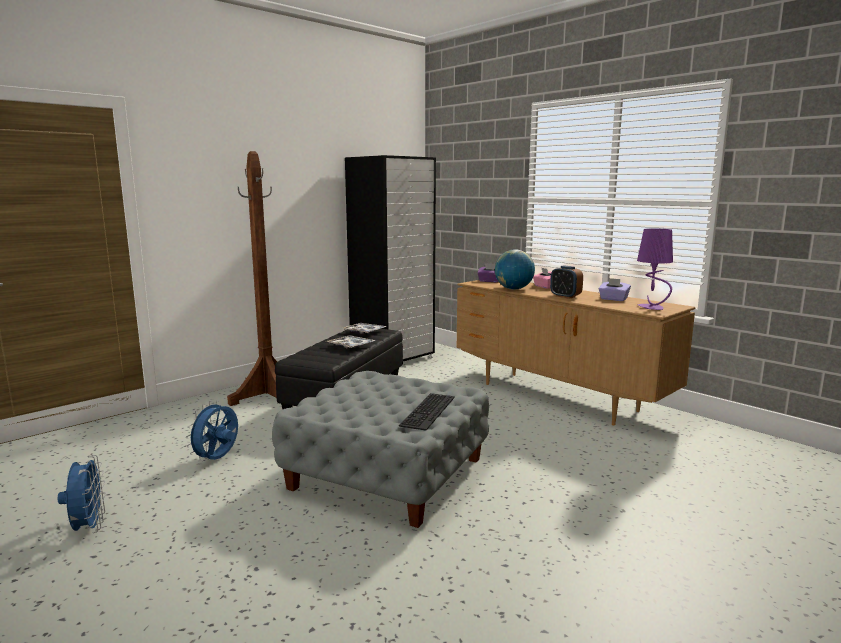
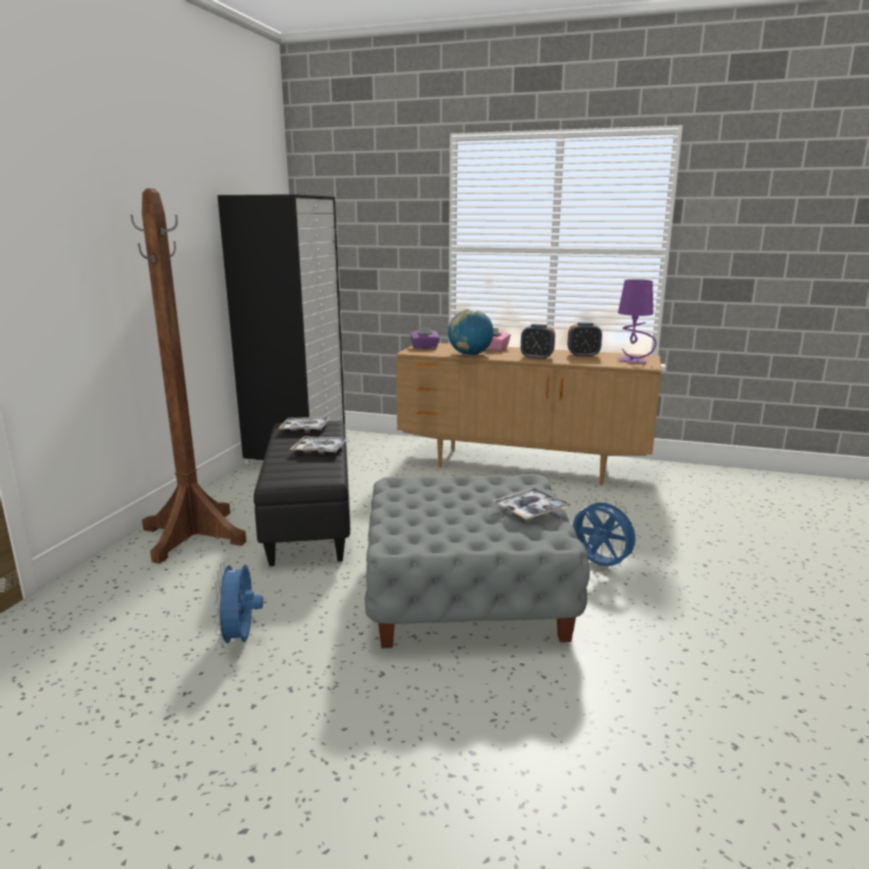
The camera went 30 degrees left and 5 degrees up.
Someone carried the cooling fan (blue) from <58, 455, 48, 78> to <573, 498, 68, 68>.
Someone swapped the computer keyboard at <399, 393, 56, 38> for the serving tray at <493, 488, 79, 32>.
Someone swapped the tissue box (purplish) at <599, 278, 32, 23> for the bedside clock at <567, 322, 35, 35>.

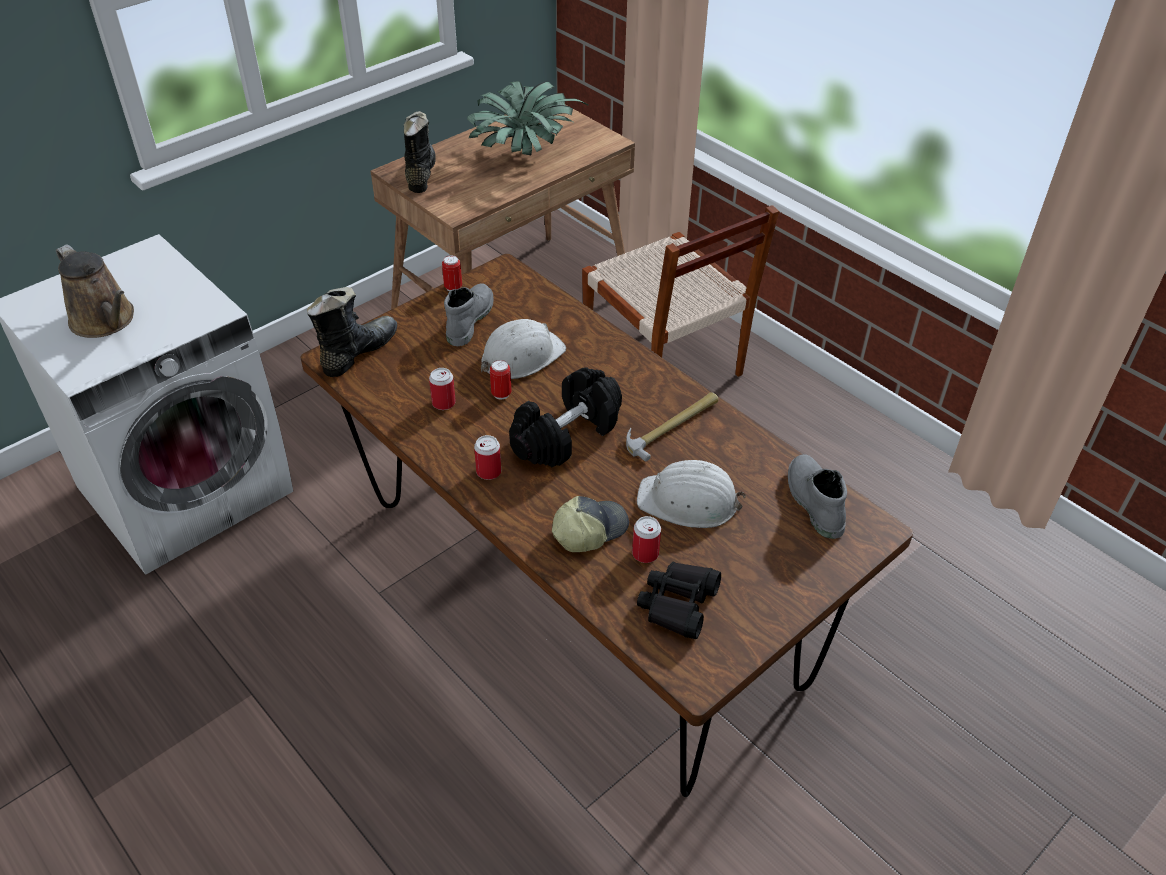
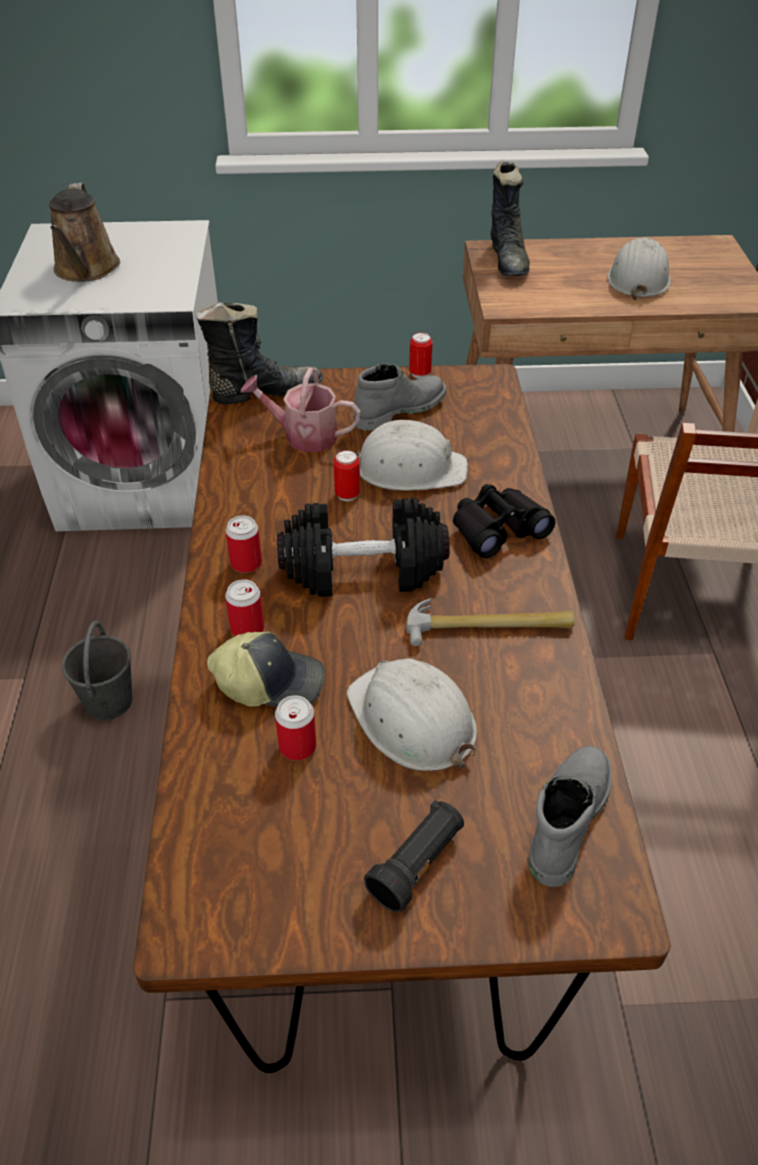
The camera went 40 degrees right and 0 degrees up.
Someone put down the water bucket (grey) at <61, 621, 71, 99>.
Someone put down the watering pot at <240, 367, 121, 85>.
Someone put down the flashlight (blackish) at <364, 800, 100, 112>.
Someone carried the metal can from <429, 368, 27, 42> to <225, 579, 39, 57>.
Someone carried the field glasses (blackish) from <637, 562, 84, 77> to <453, 484, 102, 74>.
Someone swapped the plant in a pot at <467, 81, 122, 74> for the work helmet (white) at <607, 237, 64, 63>.
Someone rotated the high-top boot (blackish) at <404, 111, 32, 82> by 135 degrees clockwise.

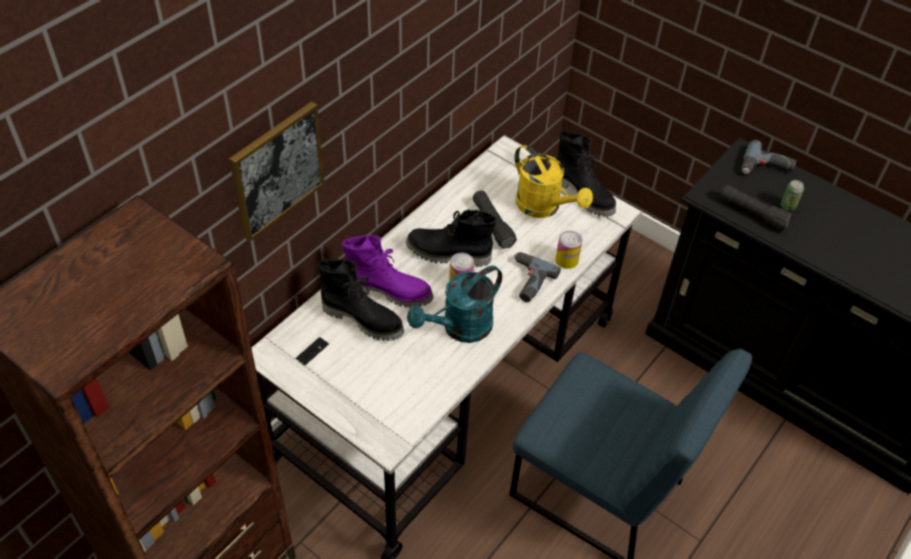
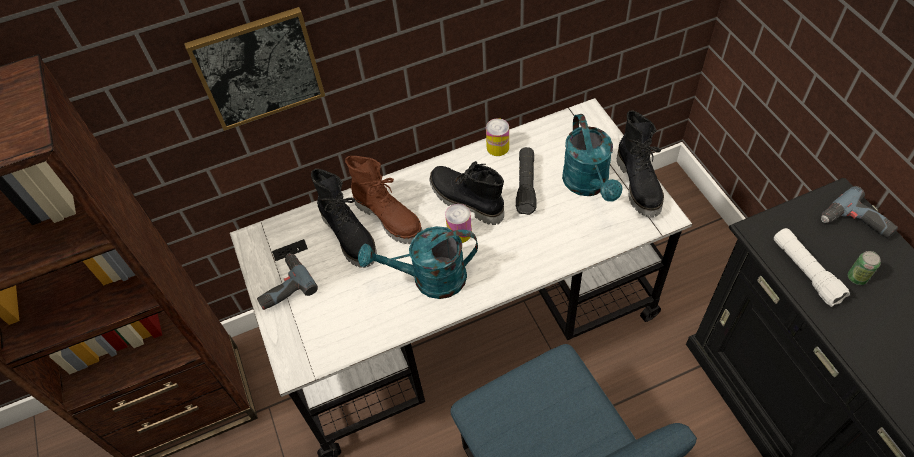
The camera went 35 degrees right and 5 degrees up.
Someone carried the power drill from <514, 252, 47, 50> to <257, 253, 61, 57>.
Someone carried the metal can from <555, 231, 28, 38> to <486, 118, 23, 38>.
Someone repainted the high-top boot (purplish) at <342, 235, 91, 73>, which became the high-top boot (brownish) at <345, 156, 78, 88>.
Someone repainted the watering pot (yellowish) at <515, 145, 78, 73>, which became the watering pot (turquoise) at <562, 114, 61, 88>.
Someone repainted the flashlight (blackish) at <720, 185, 74, 46>, which became the flashlight (white) at <774, 228, 76, 79>.

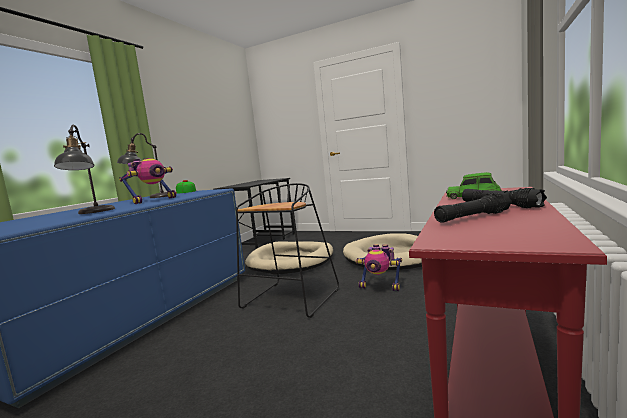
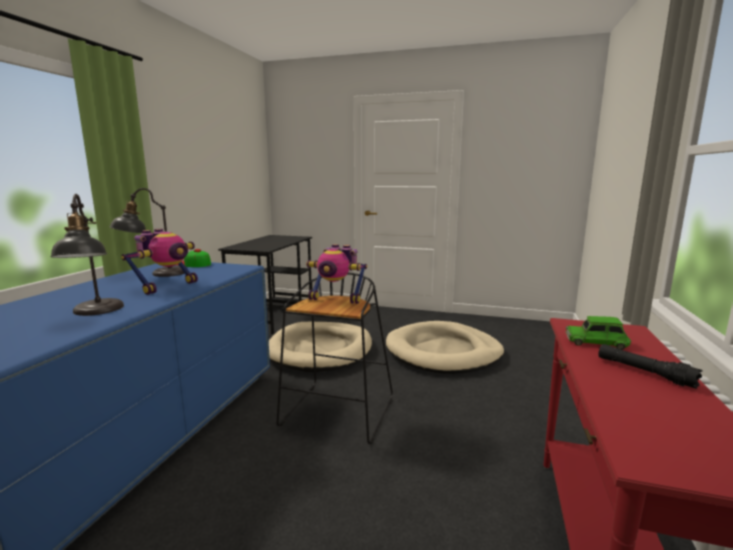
The camera went 10 degrees left and 5 degrees up.
Someone took away the flashlight (blackish) at <434, 193, 78, 30>.
Someone carried the model robot from <355, 244, 47, 47> to <306, 244, 61, 60>.

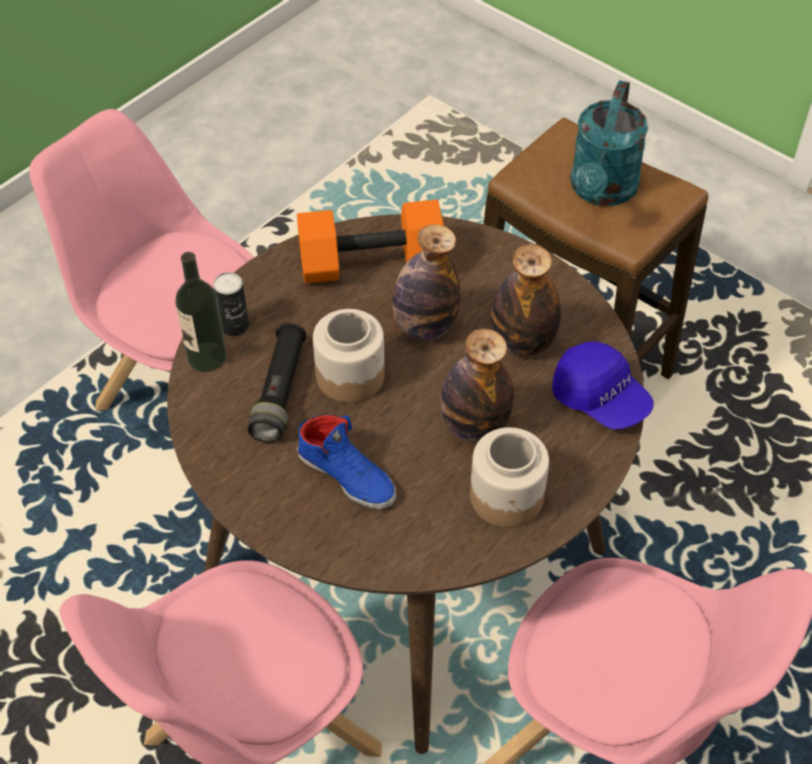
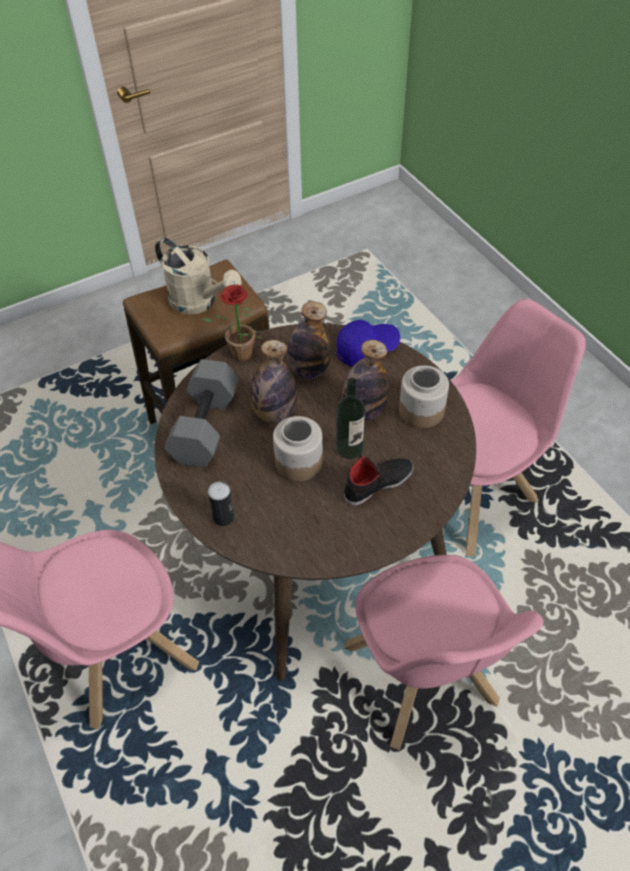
The camera went 70 degrees left and 0 degrees up.
Someone took away the flashlight (blackish) at <248, 323, 58, 120>.
Someone put down the plant in a pot at <201, 285, 63, 76>.
Someone carried the beverage bottle from <175, 252, 52, 120> to <336, 378, 29, 81>.
Someone repainted the dumbbell (orange-coloured) at <297, 200, 147, 84>, which became the dumbbell (grey) at <164, 359, 75, 109>.
Someone repainted the item of footwear (blue) at <297, 414, 99, 95>, which became the item of footwear (blackish) at <344, 454, 69, 52>.
Someone repainted the watering pot (turquoise) at <570, 80, 78, 126>, which became the watering pot (beige) at <155, 238, 87, 76>.

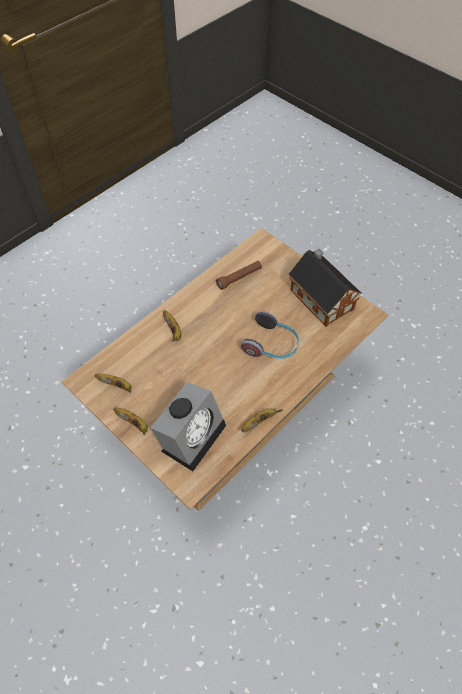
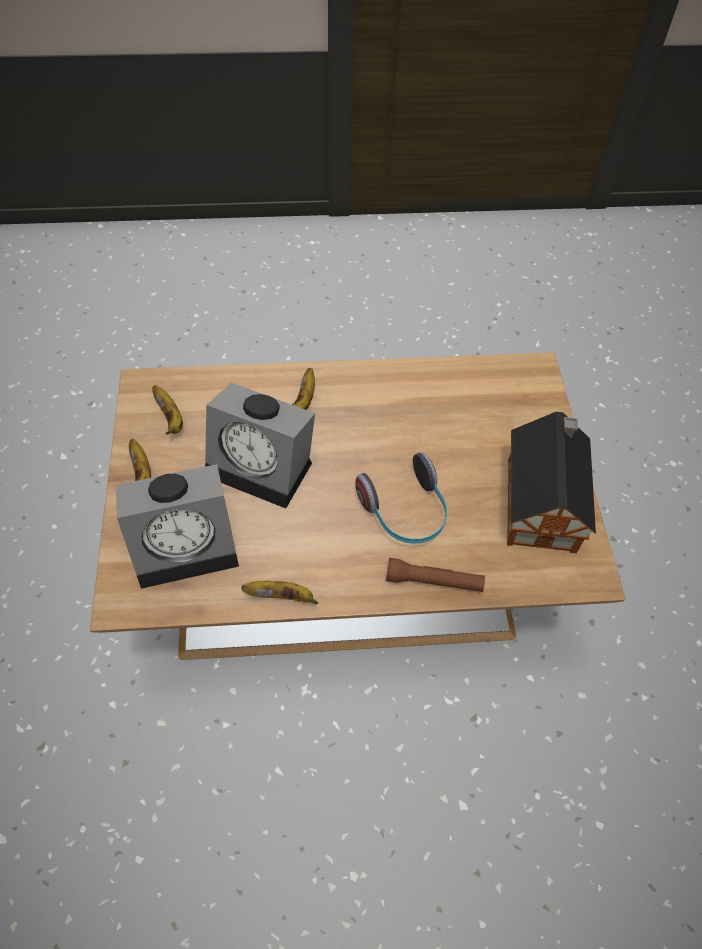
The camera went 40 degrees right and 0 degrees up.
Someone put down the bedside clock at <205, 382, 110, 127>.
Someone carried the flashlight (brownish) from <216, 261, 46, 29> to <386, 558, 99, 34>.

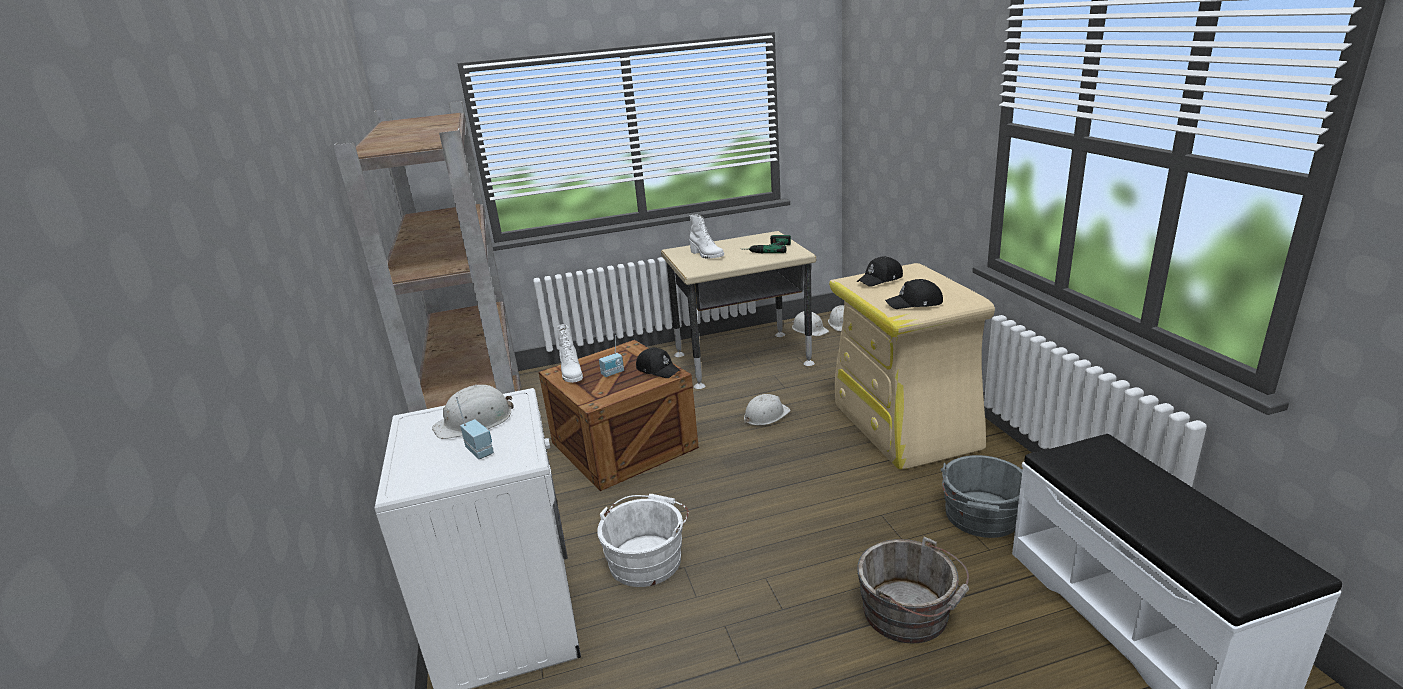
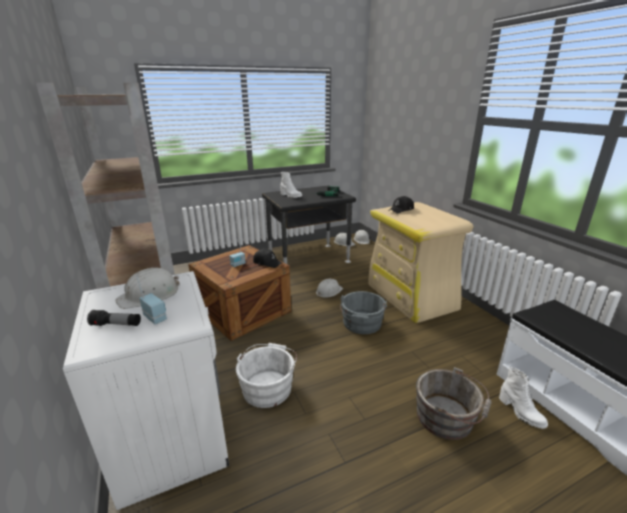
The camera went 10 degrees left and 0 degrees up.
Someone took away the peaked cap (blackish) at <885, 279, 58, 30>.
Someone put down the flashlight at <87, 310, 54, 16>.
Someone carried the high-top boot (white) from <557, 324, 26, 59> to <499, 367, 49, 62>.
Someone carried the water bucket (grey) from <941, 455, 81, 83> to <340, 291, 47, 43>.
Someone repainted the desk (beige) at <661, 231, 155, 158>, which became the desk (blackish) at <262, 185, 94, 79>.

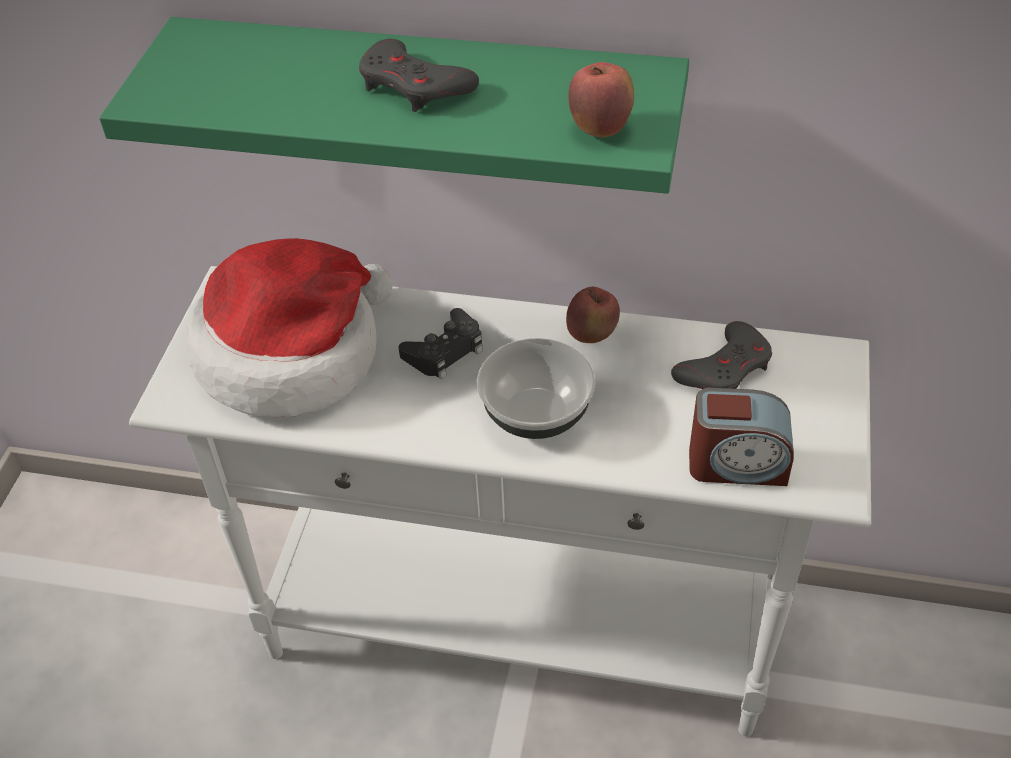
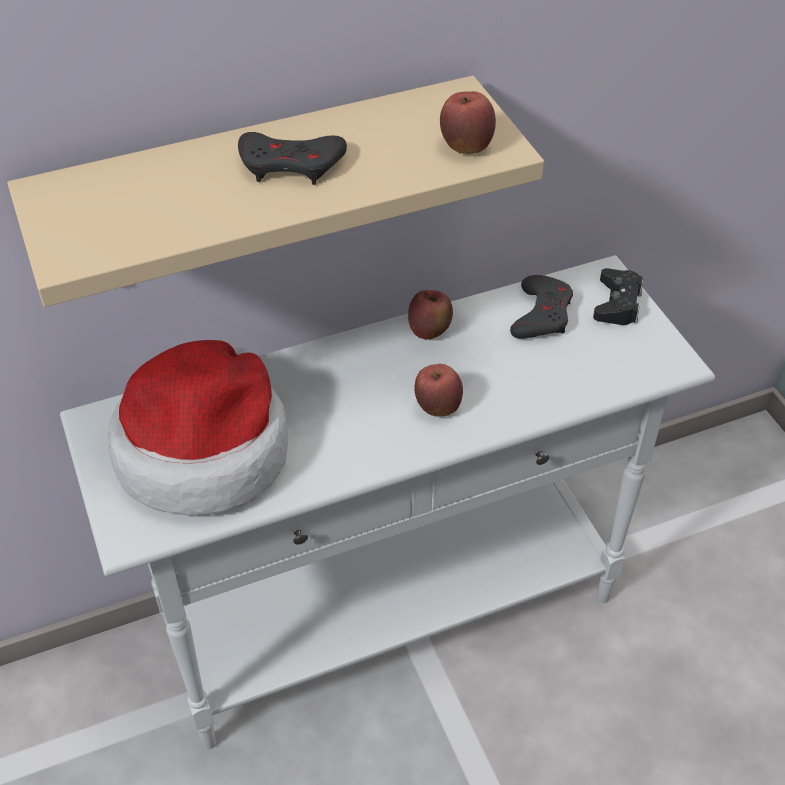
The camera went 35 degrees left and 0 degrees up.
Someone took away the bedside clock at <689, 388, 105, 98>.
Someone carried the gamepad (blackish) from <399, 308, 84, 71> to <593, 268, 50, 57>.
Someone swapped the deep dish at <477, 338, 118, 101> for the apple fruit at <414, 364, 49, 53>.
Someone repainted the wall shelf (green) at <99, 17, 590, 177>, which became the wall shelf (beige) at <7, 76, 537, 231>.

